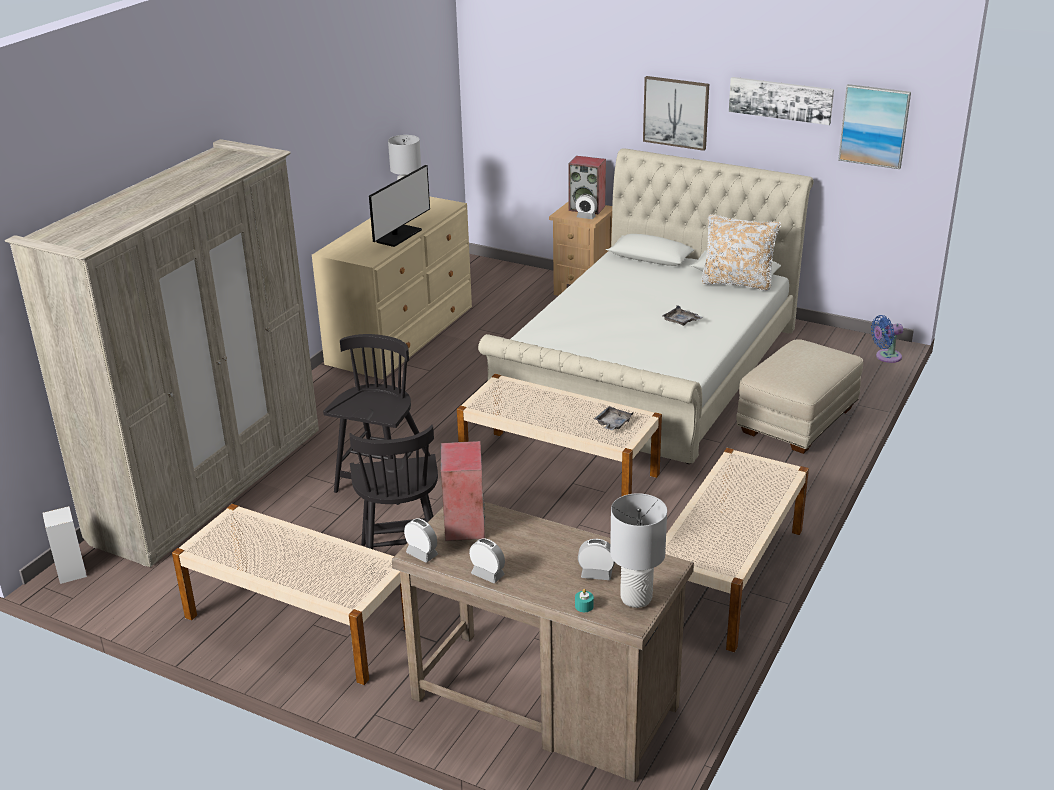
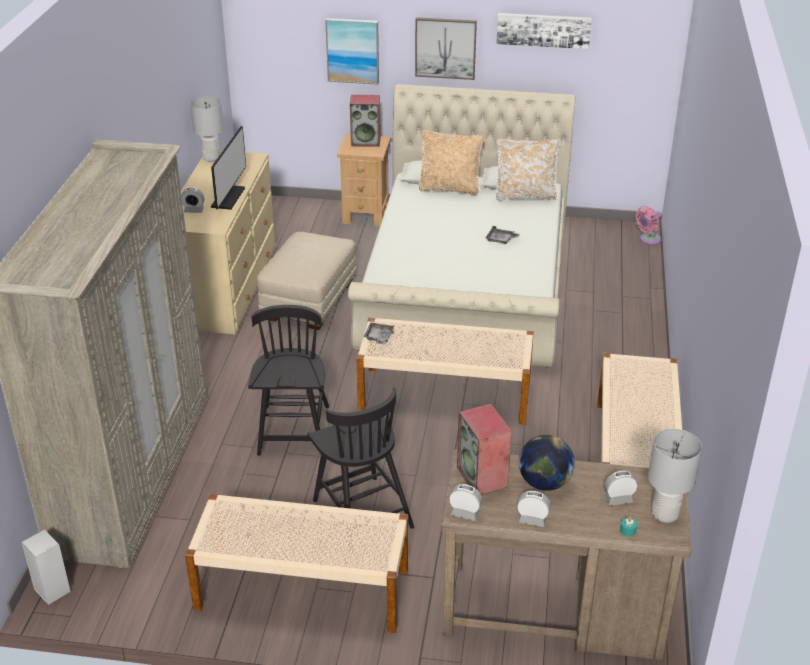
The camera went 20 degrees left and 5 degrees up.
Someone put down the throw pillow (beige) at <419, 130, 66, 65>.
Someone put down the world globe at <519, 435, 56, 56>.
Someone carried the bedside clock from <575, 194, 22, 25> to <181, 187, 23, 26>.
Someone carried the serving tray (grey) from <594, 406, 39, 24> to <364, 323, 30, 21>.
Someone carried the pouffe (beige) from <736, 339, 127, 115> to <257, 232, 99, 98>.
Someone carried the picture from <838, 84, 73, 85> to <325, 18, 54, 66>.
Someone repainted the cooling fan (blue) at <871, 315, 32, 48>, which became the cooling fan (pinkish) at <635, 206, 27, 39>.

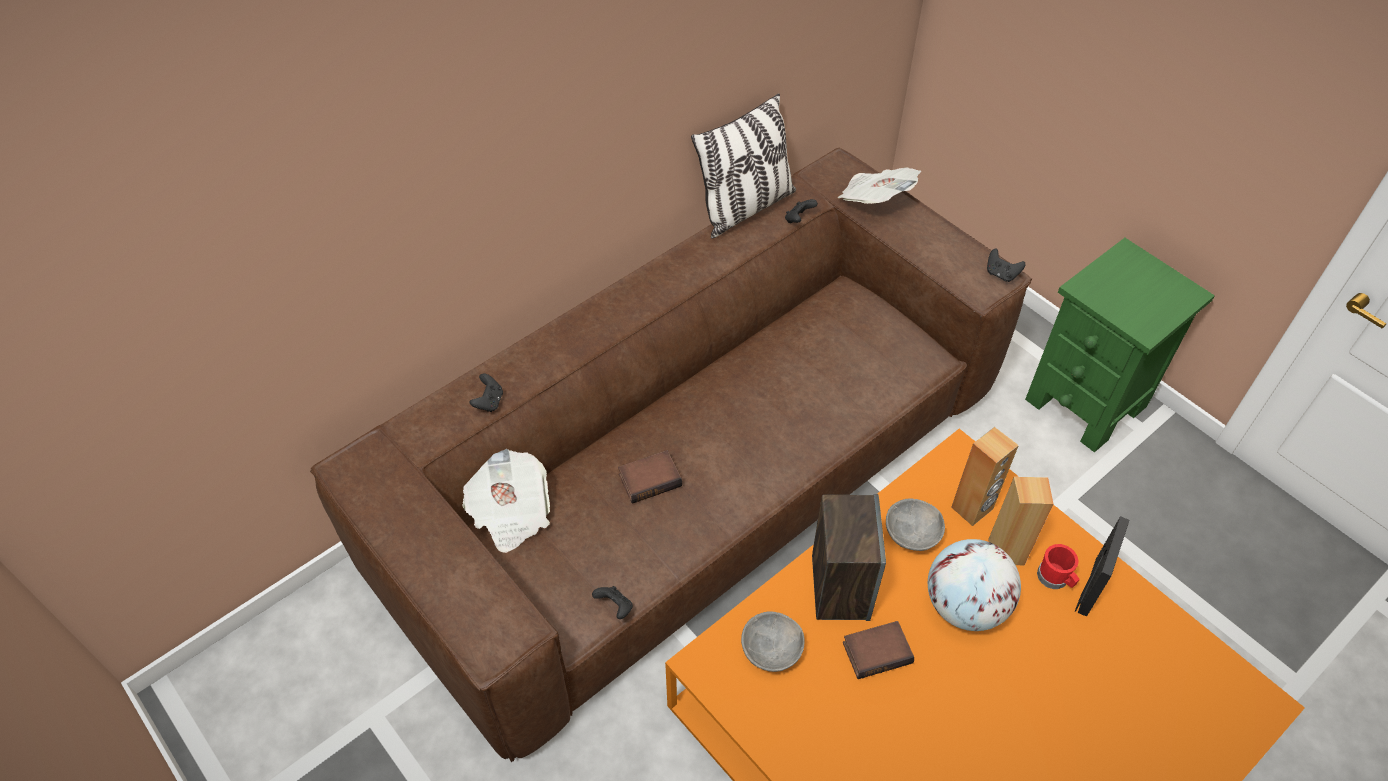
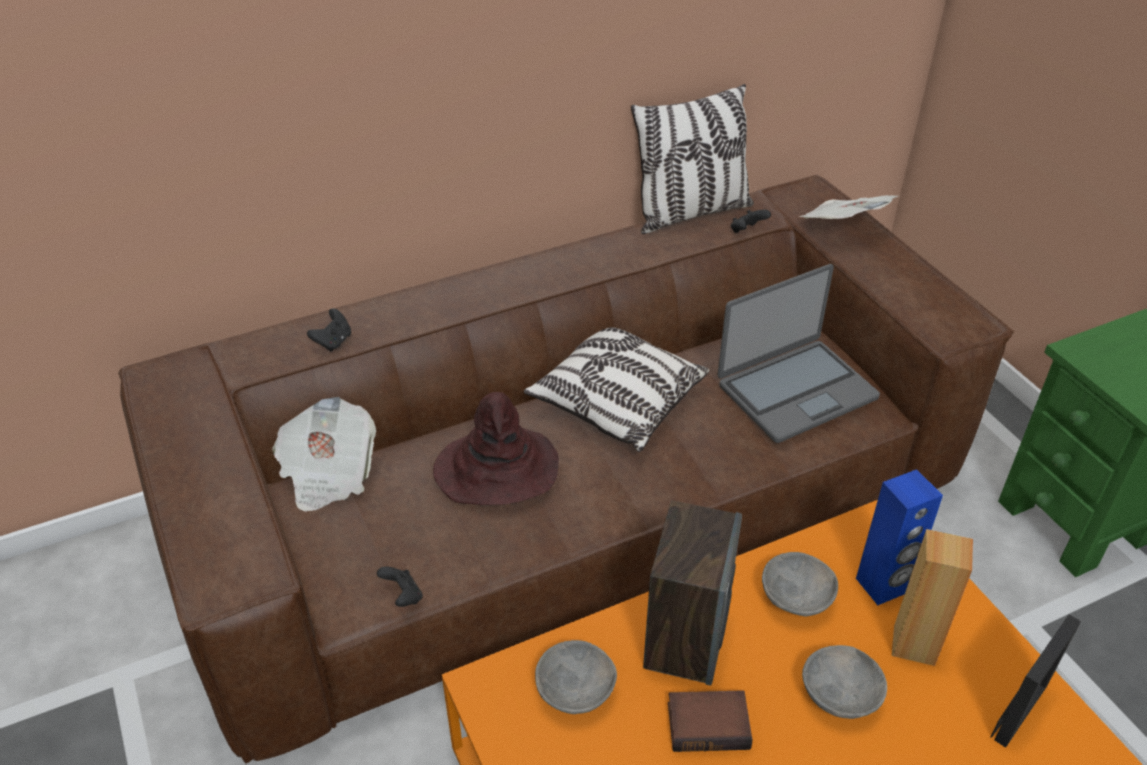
The camera went 15 degrees right and 10 degrees down.
Someone took away the gamepad (blackish) at <987, 249, 39, 33>.
Someone took away the tea mug (red-coloured) at <1037, 544, 43, 45>.
Someone put down the throw pillow at <524, 327, 185, 125>.
Someone put down the notebook computer at <718, 264, 162, 179>.
Someone swapped the book at <618, 450, 64, 54> for the clothing hat (brownish) at <433, 392, 126, 113>.
Someone swapped the world globe at <928, 539, 93, 92> for the deep dish (grey) at <802, 645, 85, 74>.
Someone repainted the loudspeaker (brownish) at <951, 427, 68, 99>, which became the loudspeaker (blue) at <856, 469, 87, 136>.

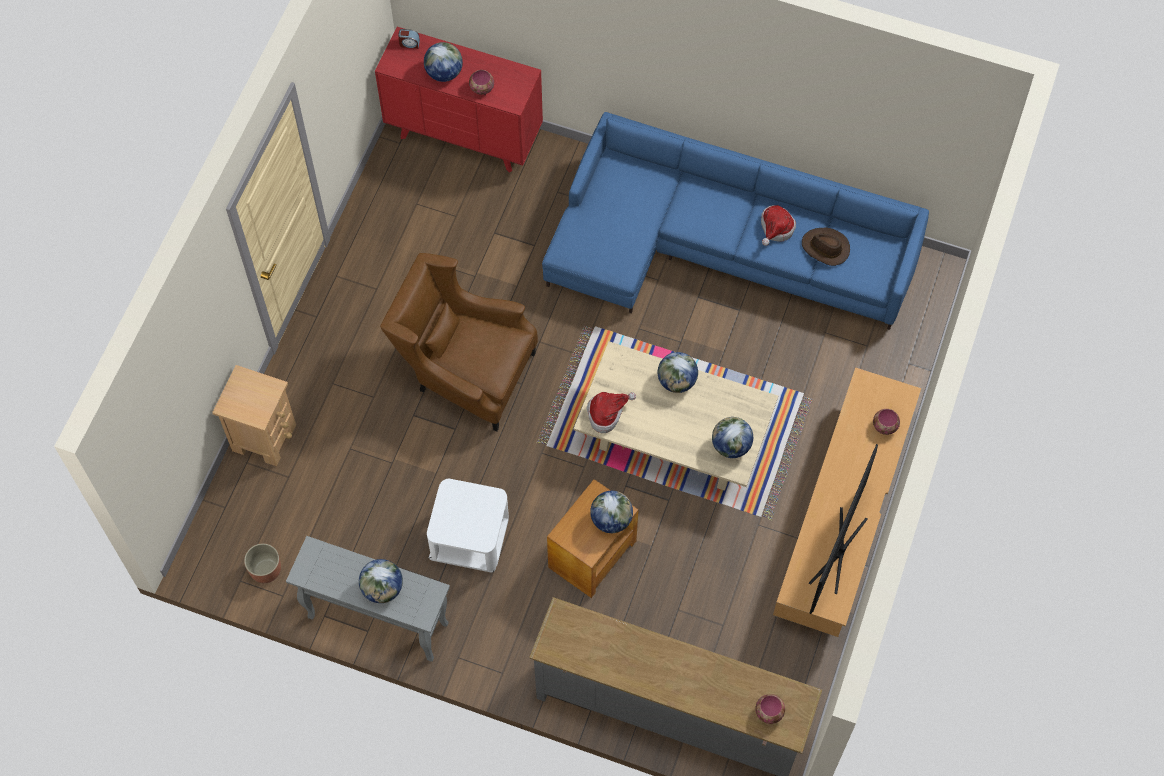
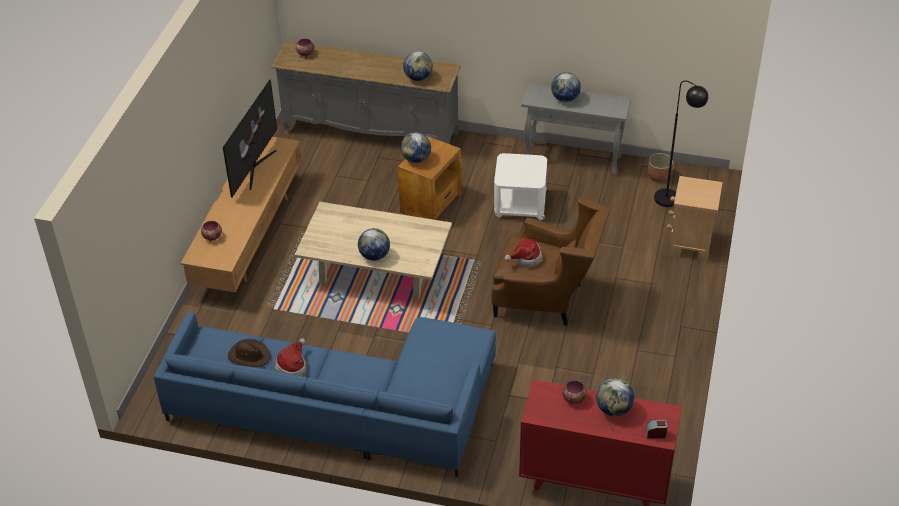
The camera went 175 degrees right and 20 degrees down.
Someone put down the floor lamp (blackish) at <654, 80, 54, 127>.
Someone carried the clothing hat from <586, 392, 50, 41> to <505, 237, 38, 31>.
Someone carried the world globe from <712, 417, 41, 41> to <403, 51, 30, 30>.

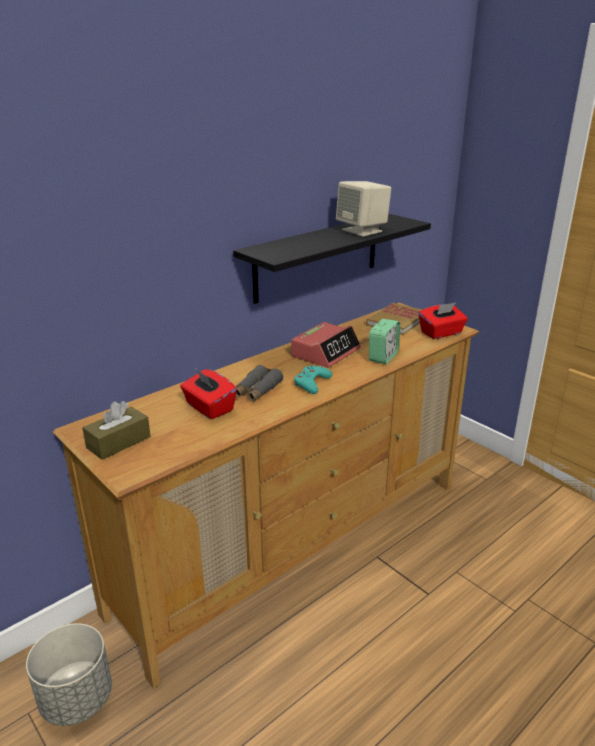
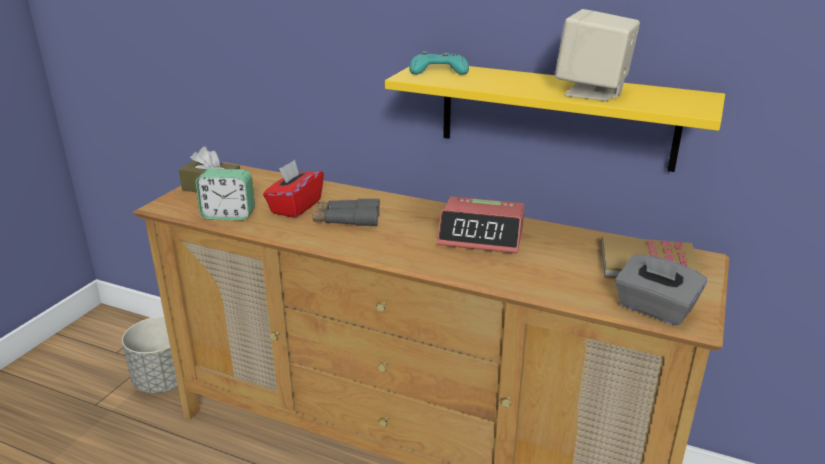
The camera went 65 degrees right and 0 degrees up.
Someone carried the gamepad (turquoise) from <294, 366, 38, 28> to <410, 51, 59, 23>.
Someone carried the bedside clock from <369, 319, 31, 45> to <196, 169, 59, 51>.
Someone repainted the wall shelf (blackish) at <233, 213, 198, 91>, which became the wall shelf (yellowish) at <385, 64, 340, 108>.
Someone repainted the tissue box (red-coloured) at <419, 303, 49, 36>, which became the tissue box (grey) at <615, 254, 92, 72>.

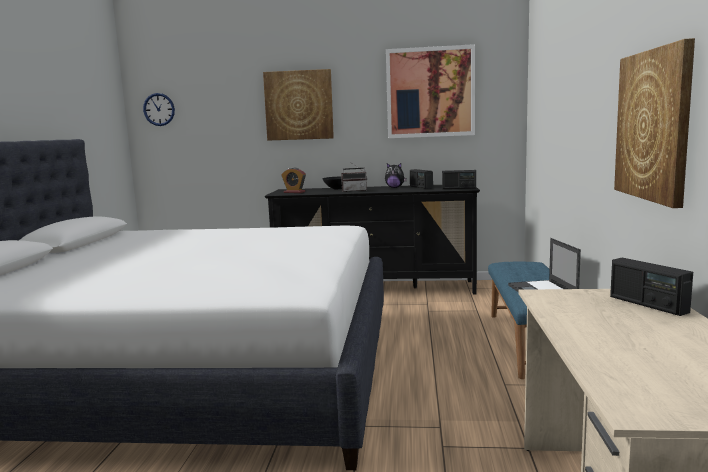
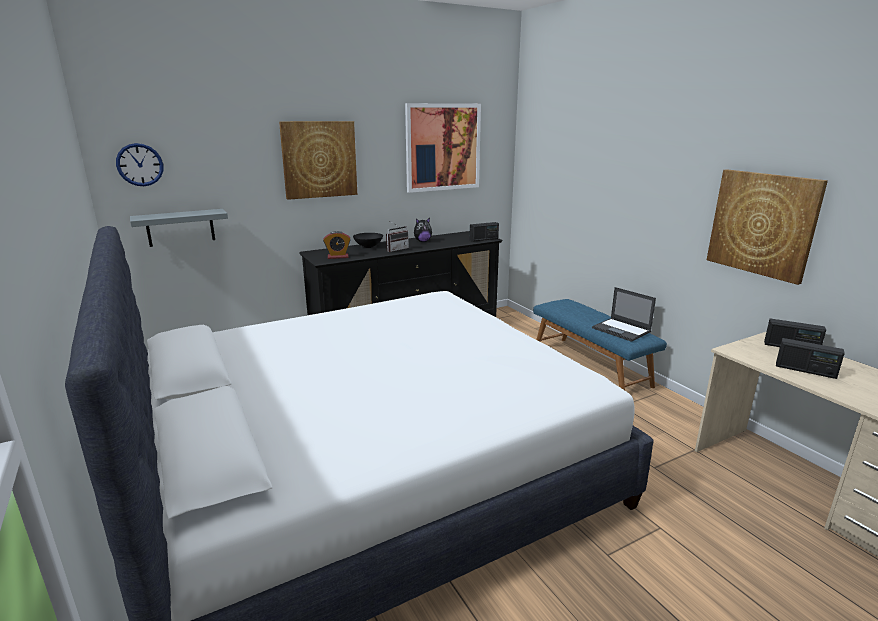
The camera went 35 degrees left and 10 degrees up.
Someone put up the wall shelf (grey) at <130, 209, 98, 38>.
Someone carried the radio set from <410, 169, 23, 20> to <776, 338, 69, 41>.

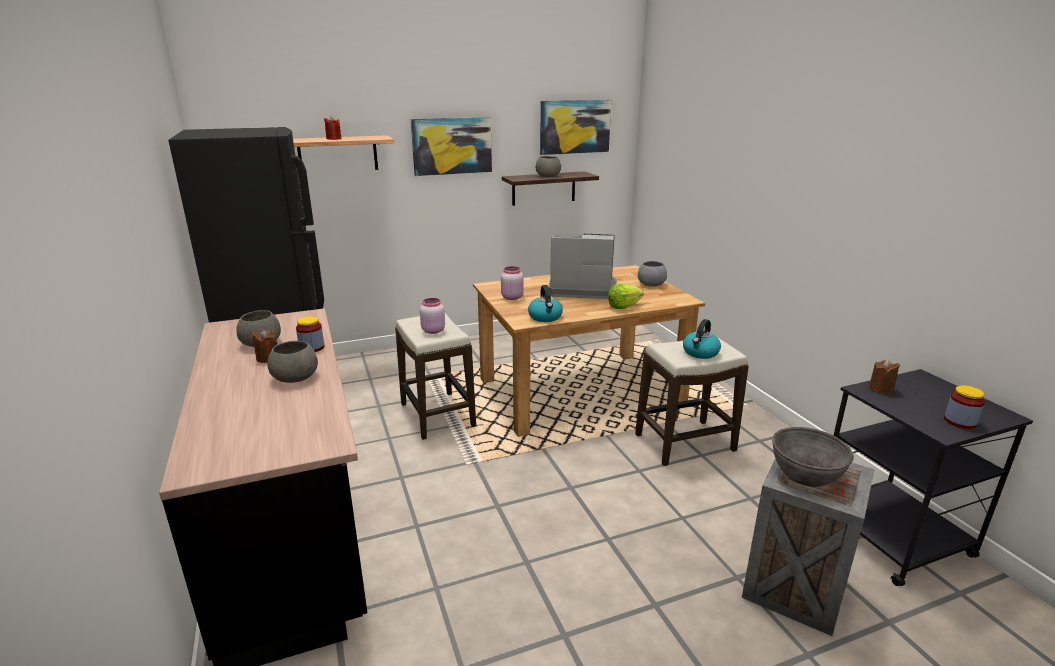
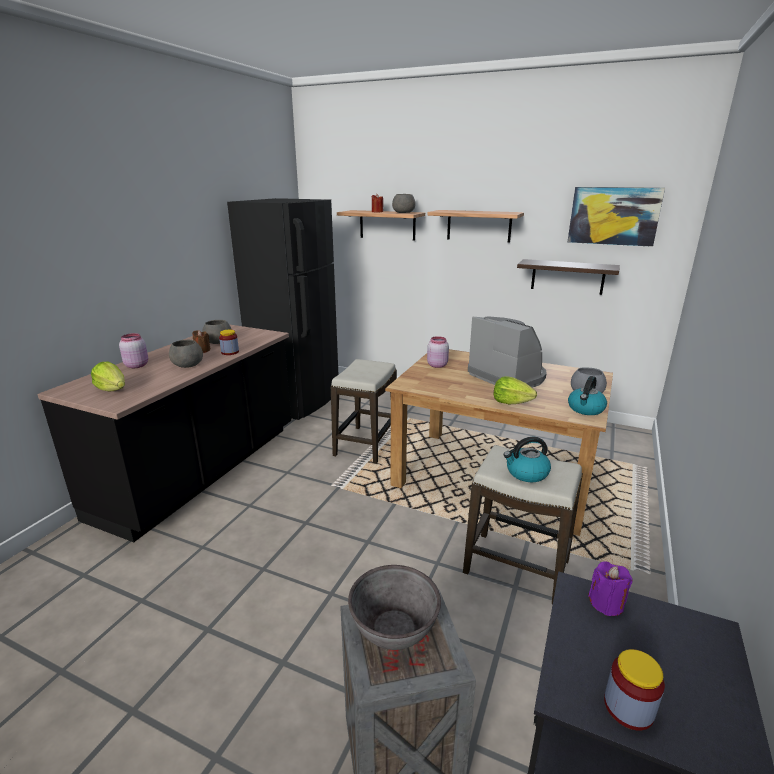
The camera went 45 degrees right and 0 degrees up.
Someone put down the head of lettuce at <91, 361, 34, 31>.
Someone carried the jar (pinkish) from <420, 298, 25, 36> to <119, 333, 29, 35>.
Someone carried the tea kettle from <528, 285, 35, 37> to <568, 376, 39, 39>.
Someone carried the deep dish (grey) from <536, 156, 25, 21> to <392, 194, 24, 19>.
Someone swapped the picture at <411, 117, 81, 59> for the wall shelf at <428, 210, 96, 33>.
Someone repainted the wax candle (brownish) at <869, 360, 31, 34>, which became the wax candle (purplish) at <588, 561, 45, 55>.

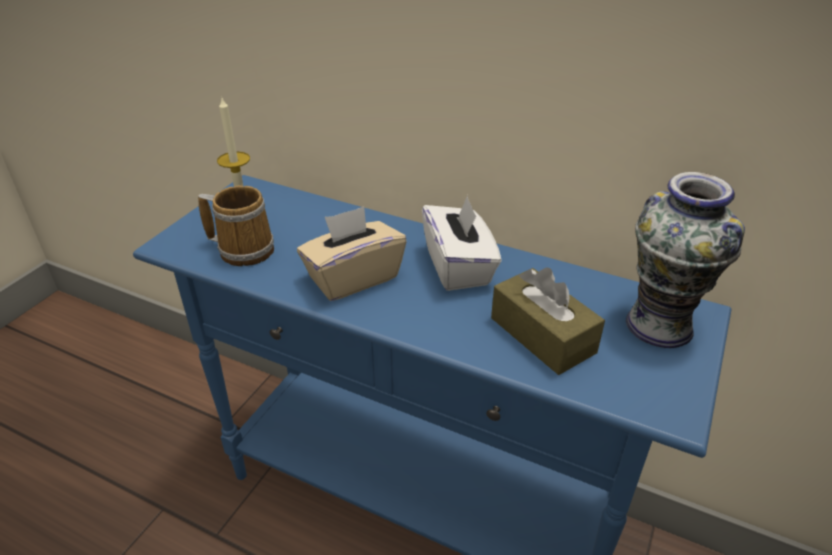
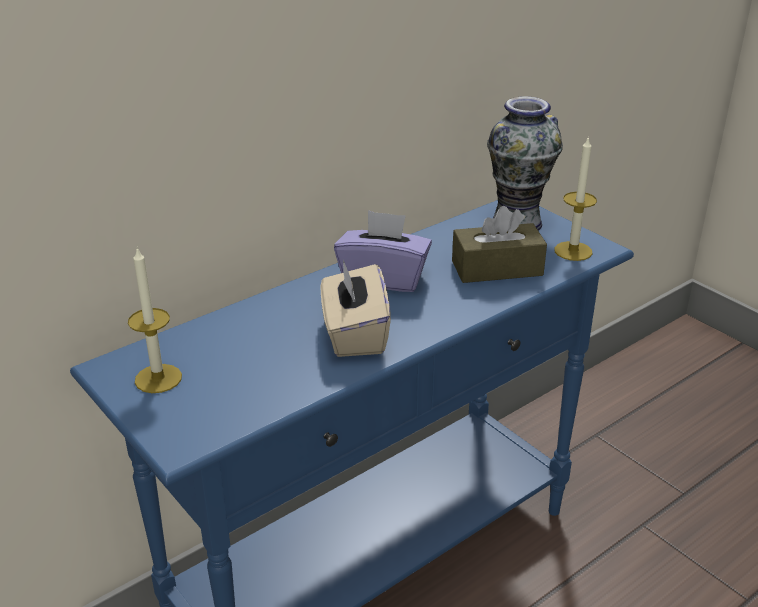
The camera went 65 degrees left and 5 degrees down.
Someone took away the tea mug at <198, 185, 76, 81>.
Someone put down the wax candle at <554, 136, 43, 125>.
Someone repainted the tissue box (white) at <422, 195, 79, 96>, which became the tissue box (purplish) at <334, 210, 98, 82>.

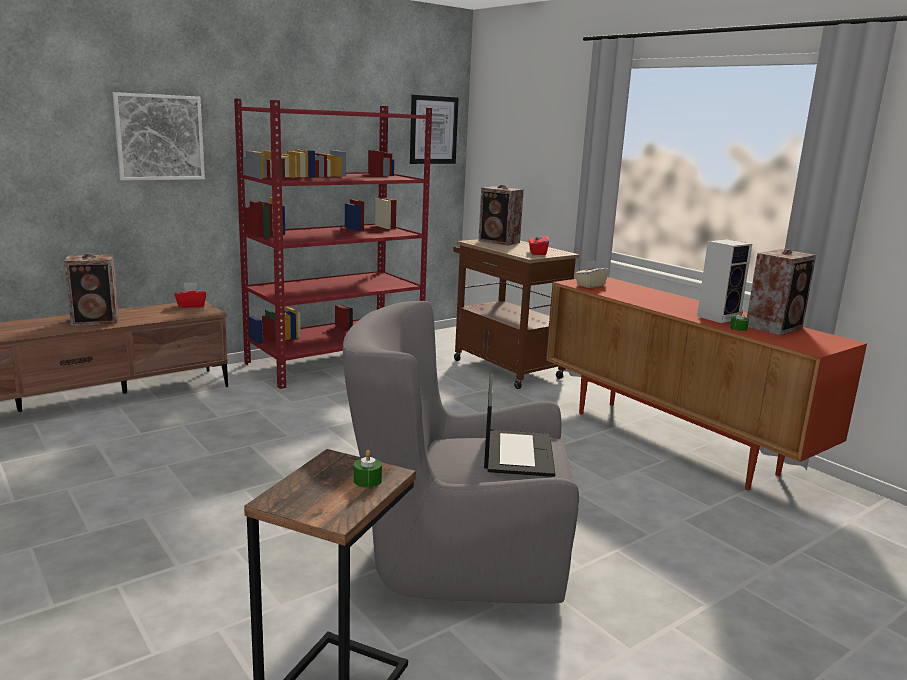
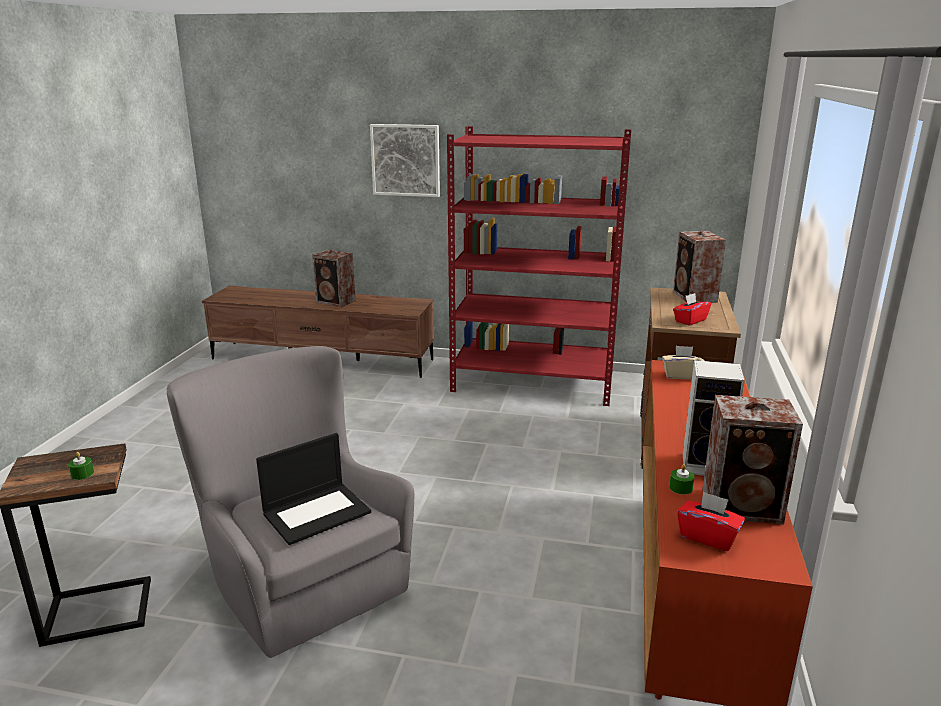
The camera went 50 degrees right and 5 degrees up.
Someone took away the picture at <410, 95, 49, 69>.
Someone carried the tissue box (red-coloured) from <174, 283, 32, 25> to <677, 491, 68, 60>.

